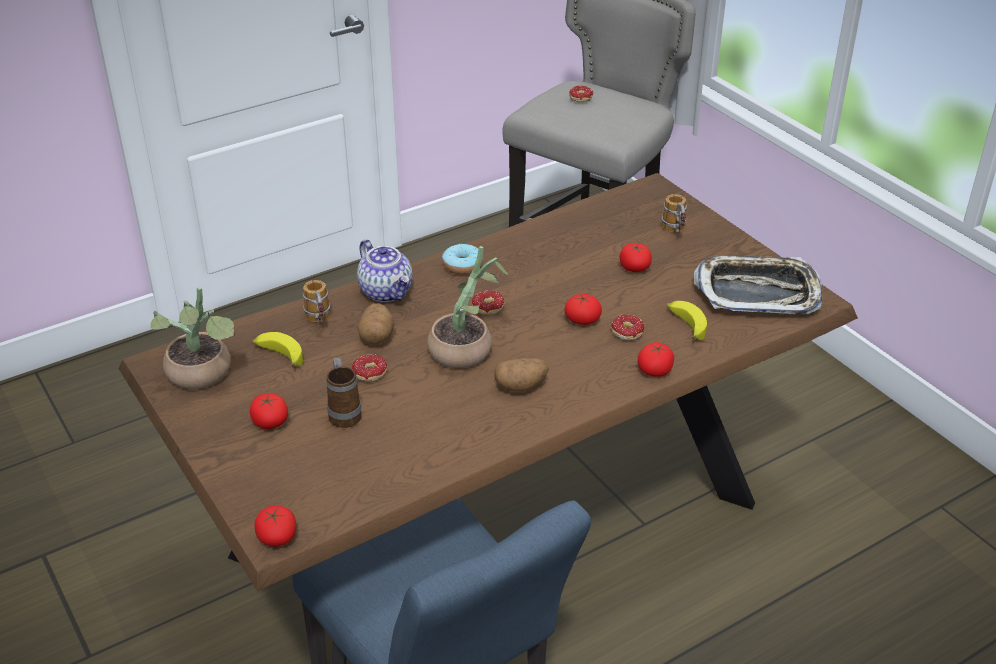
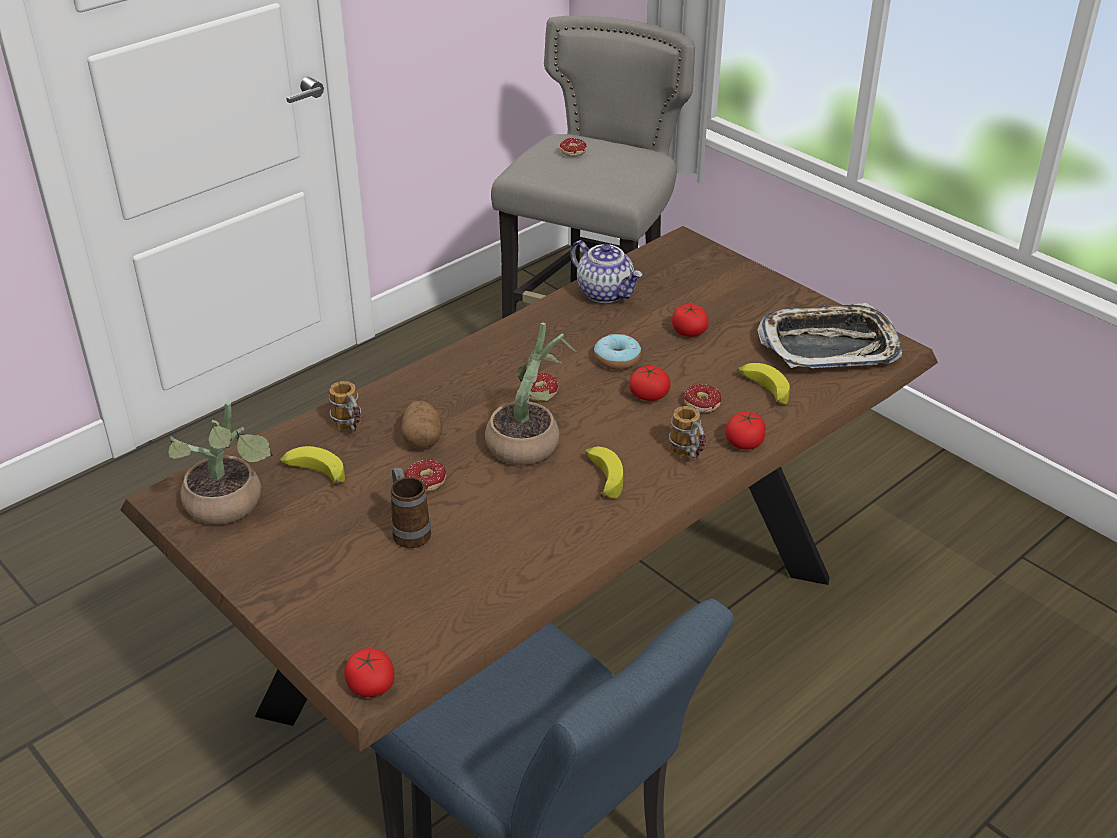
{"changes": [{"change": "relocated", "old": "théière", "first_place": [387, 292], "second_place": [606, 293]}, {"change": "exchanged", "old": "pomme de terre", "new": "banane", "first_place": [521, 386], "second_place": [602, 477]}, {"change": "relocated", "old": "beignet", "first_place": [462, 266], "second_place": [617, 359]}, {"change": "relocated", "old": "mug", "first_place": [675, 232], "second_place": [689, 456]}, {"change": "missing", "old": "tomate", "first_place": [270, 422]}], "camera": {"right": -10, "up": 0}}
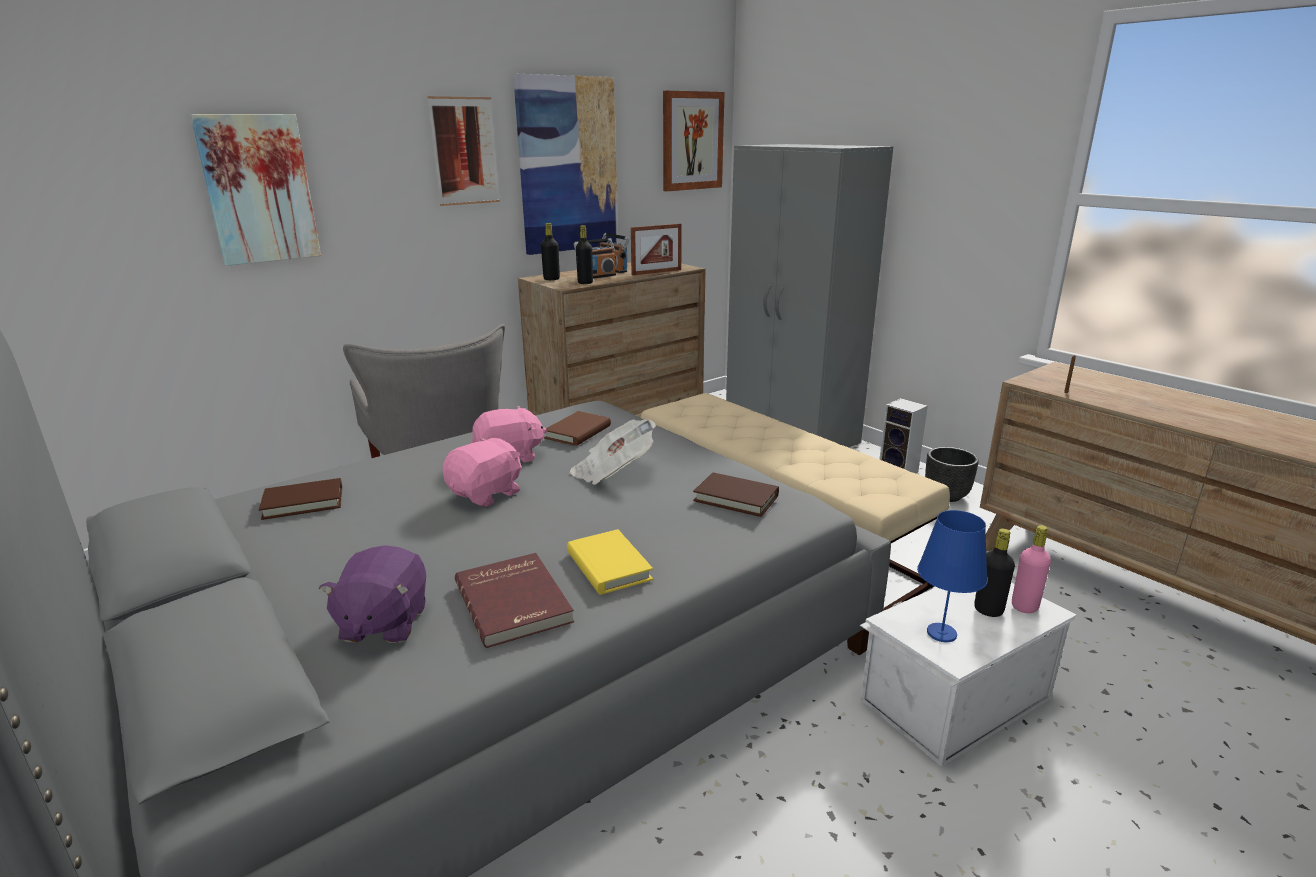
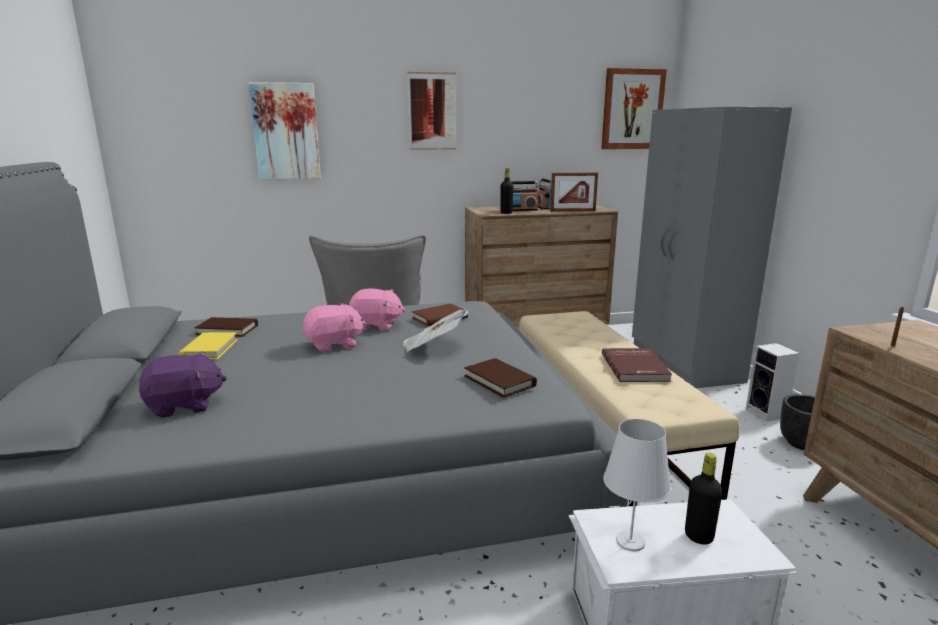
{"changes": [{"change": "spun", "old": "peluche/violet", "first_place": [383, 623], "second_place": [184, 405], "degrees": -135}, {"change": "relocated", "old": "livre/jaune", "first_place": [608, 566], "second_place": [210, 349]}, {"change": "relocated", "old": "livre/rouge", "first_place": [515, 601], "second_place": [636, 367]}, {"change": "colour", "old": "lampe de table/bleu", "new": "lampe de table/blanc", "first_place": [942, 633], "second_place": [630, 542]}, {"change": "missing", "old": "tableau", "first_place": [568, 165]}, {"change": "missing", "old": "bouteille/noir", "first_place": [551, 279]}, {"change": "missing", "old": "bouteille/rose", "first_place": [1024, 606]}], "camera": {"right": 25, "up": -5}}
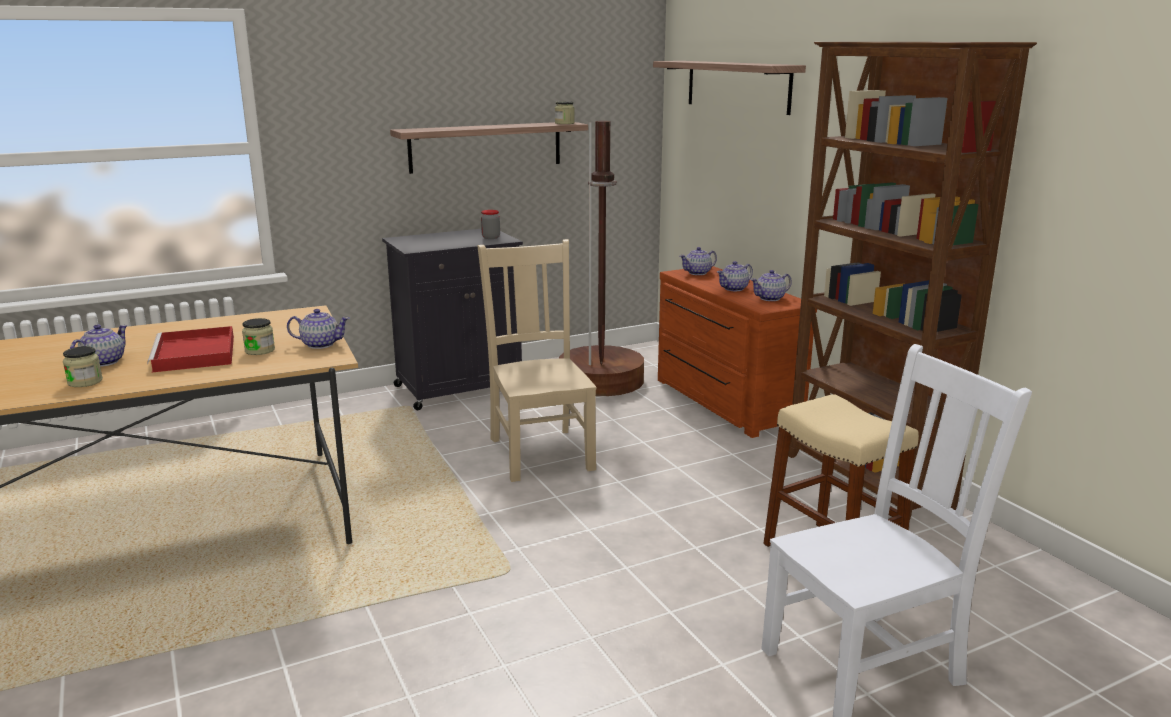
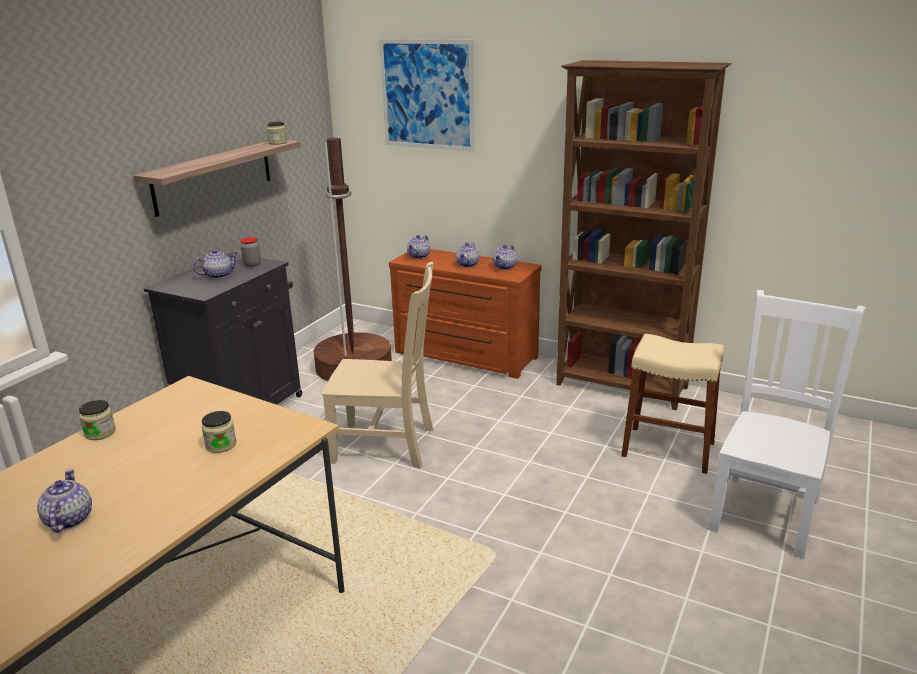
{"changes": [{"change": "relocated", "old": "bocal", "first_place": [85, 382], "second_place": [100, 433]}, {"change": "relocated", "old": "théière", "first_place": [320, 344], "second_place": [218, 275]}, {"change": "spun", "old": "chaise/beige", "first_place": [540, 452], "second_place": [387, 445], "degrees": 150}, {"change": "exchanged", "old": "étagère", "new": "tableau", "first_place": [737, 86], "second_place": [427, 94]}, {"change": "missing", "old": "plateau/rouge", "first_place": [195, 354]}], "camera": {"right": -35, "up": 5}}
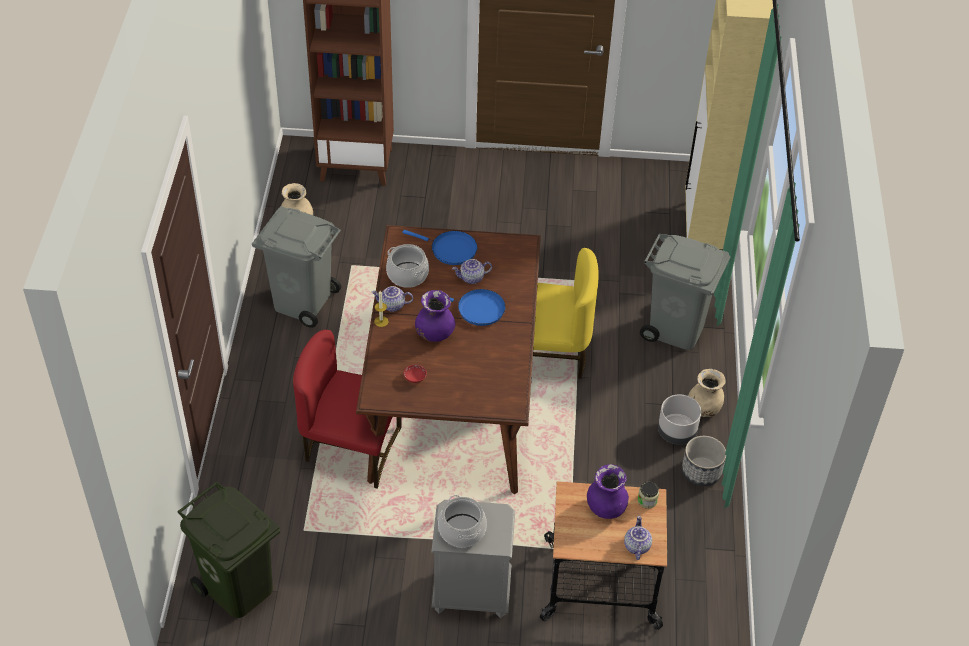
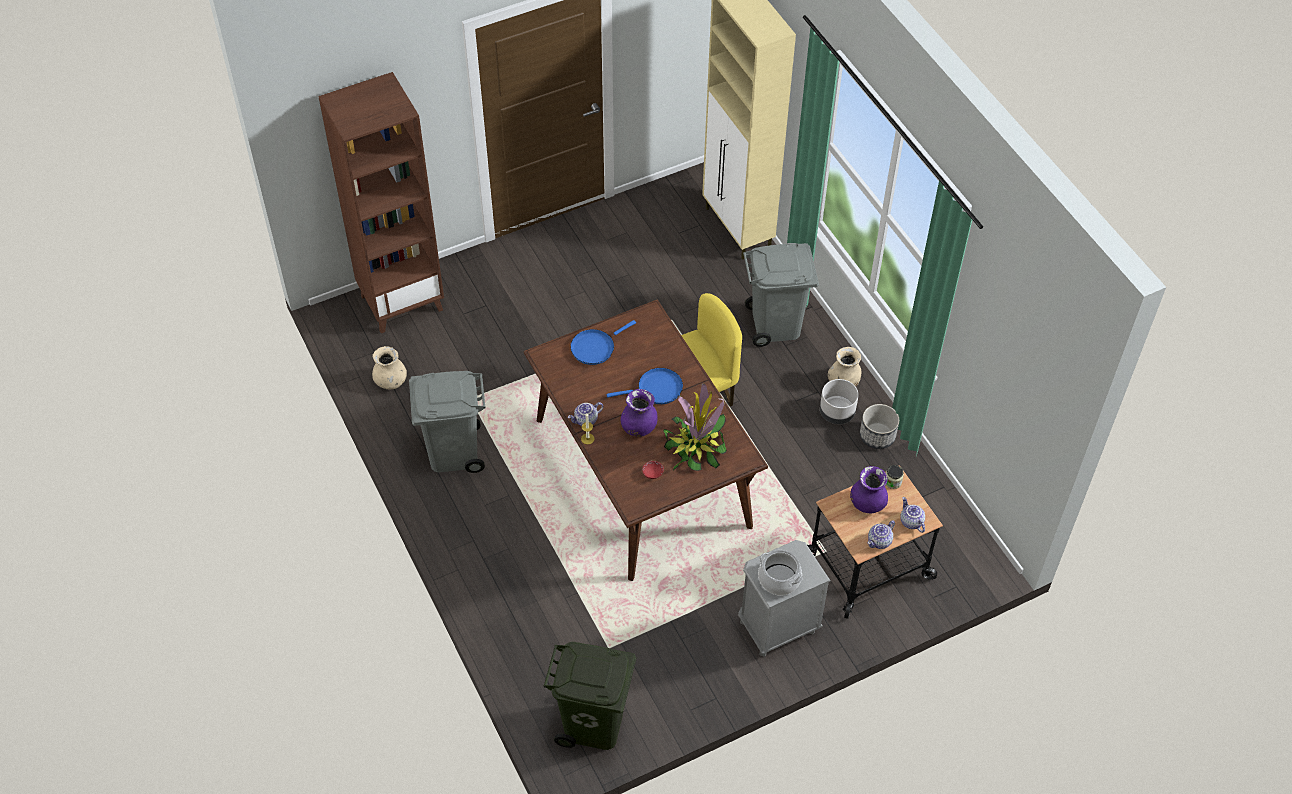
{"changes": [{"change": "spun", "old": "poêle/bleu", "first_place": [450, 249], "second_place": [595, 347], "degrees": 150}, {"change": "appeared", "new": "plante en pot", "second_place": [696, 447]}, {"change": "relocated", "old": "théière", "first_place": [472, 278], "second_place": [880, 541]}, {"change": "missing", "old": "chaise/rouge", "first_place": [351, 448]}, {"change": "missing", "old": "marmite", "first_place": [408, 275]}], "camera": {"right": -30, "up": 5}}
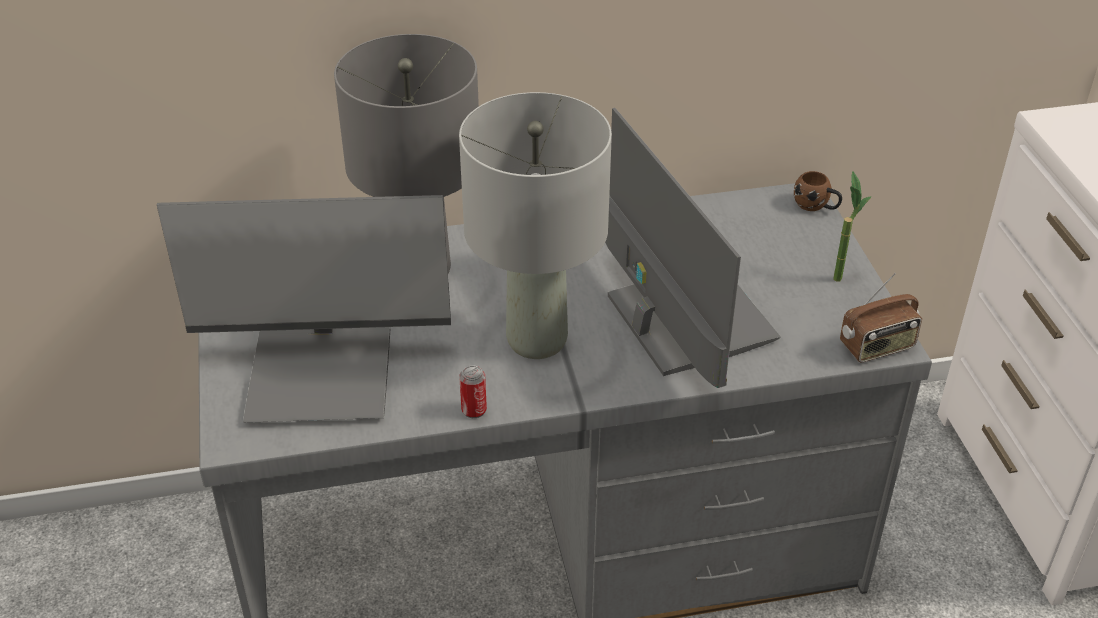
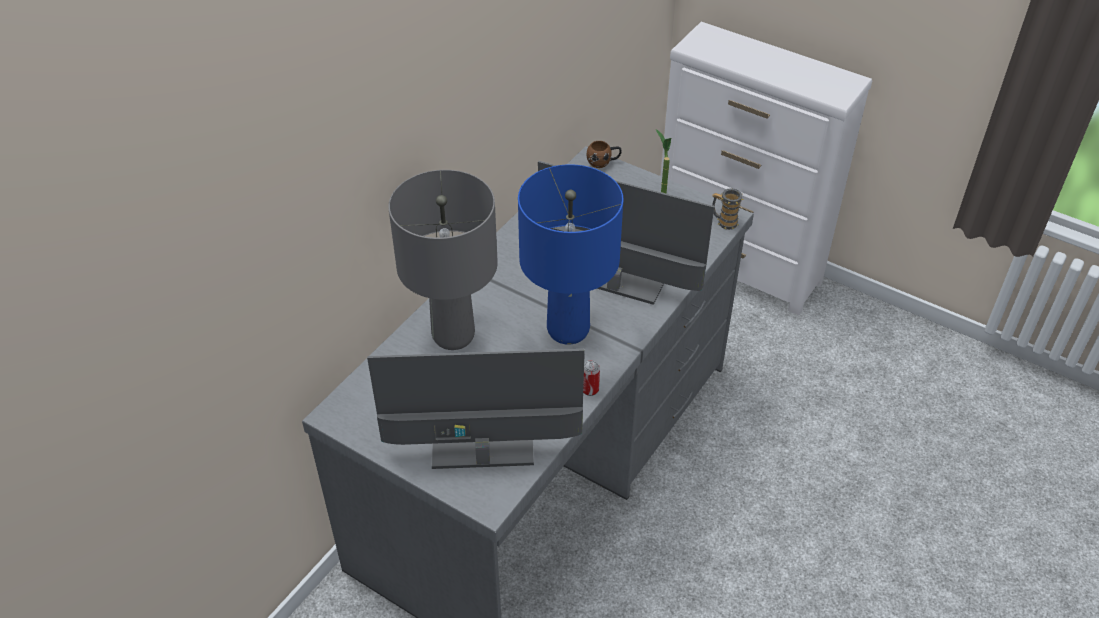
{"changes": [{"change": "spun", "old": "écran d'ordinateur", "first_place": [321, 372], "second_place": [482, 431], "degrees": -135}, {"change": "colour", "old": "lampe de table/gris", "new": "lampe de table/bleu", "first_place": [536, 341], "second_place": [568, 330]}, {"change": "exchanged", "old": "radio", "new": "mug", "first_place": [877, 347], "second_place": [724, 222]}], "camera": {"right": -45, "up": 5}}
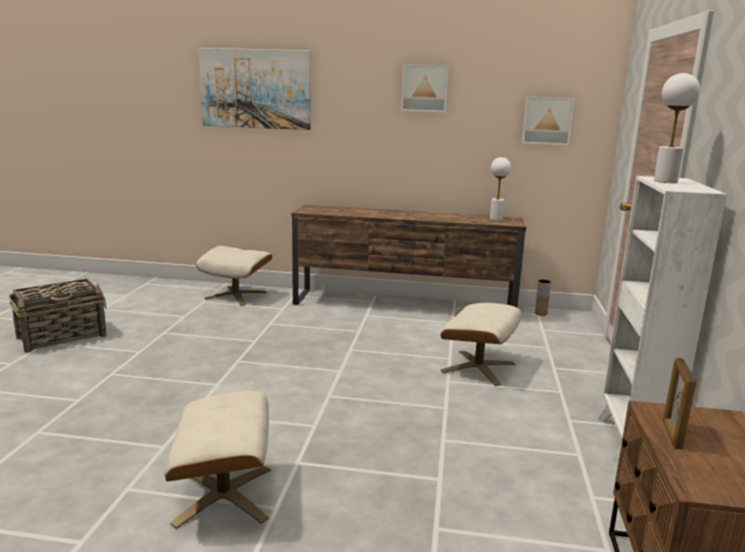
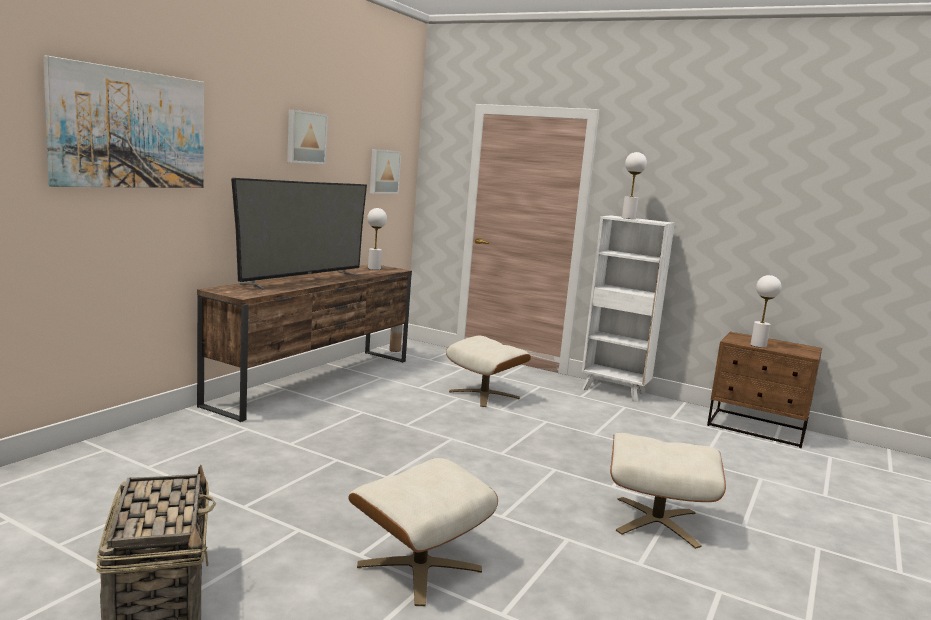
{"changes": [{"change": "appeared", "new": "téléviseur", "second_place": [303, 280]}, {"change": "relocated", "old": "pouf/beige", "first_place": [236, 295], "second_place": [419, 567]}, {"change": "exchanged", "old": "cadre photo", "new": "lampe de table/blanc", "first_place": [671, 434], "second_place": [758, 345]}], "camera": {"right": -70, "up": -5}}
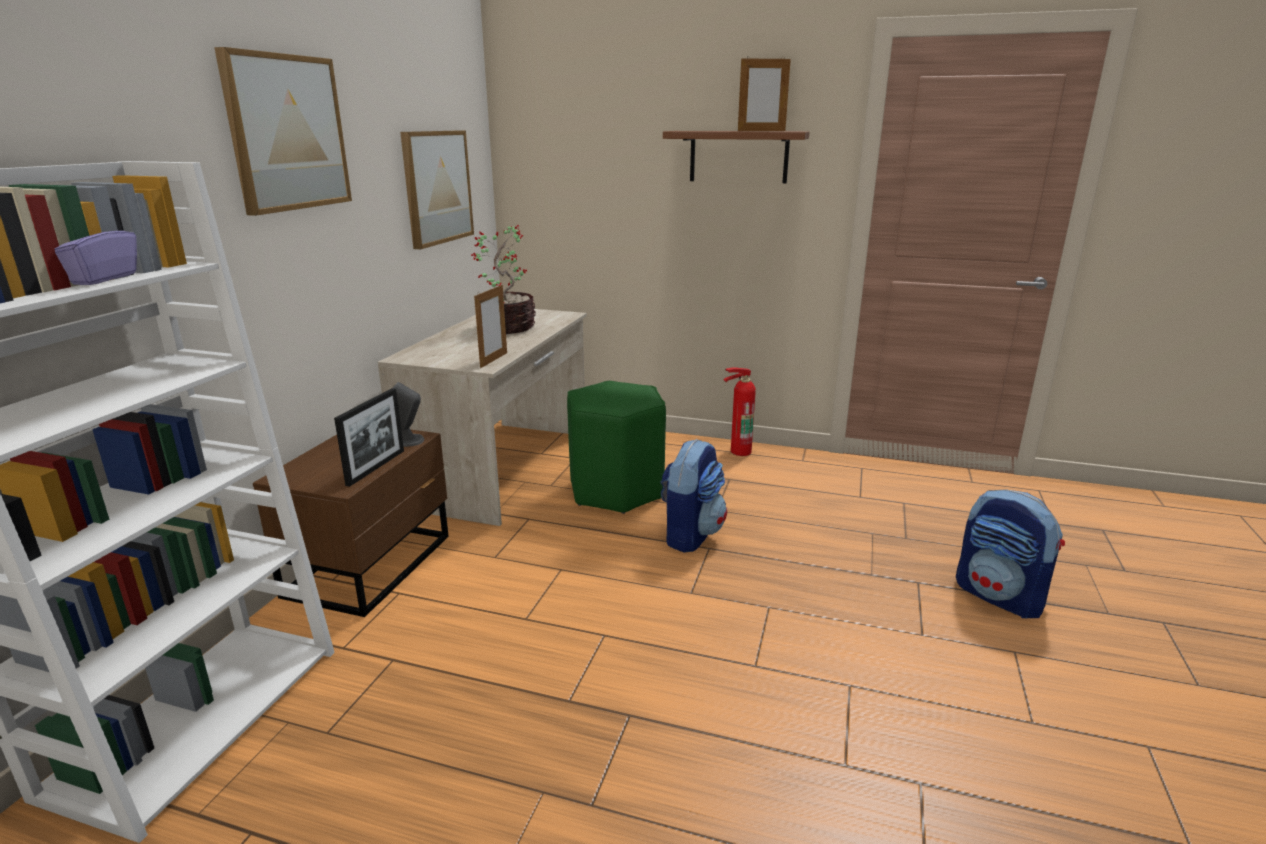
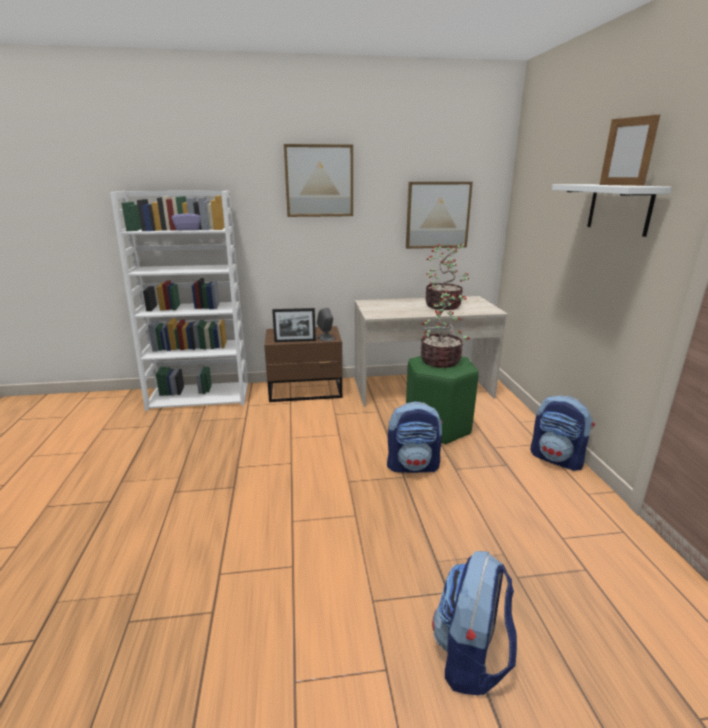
{"changes": [{"change": "appeared", "new": "plante en pot", "second_place": [441, 361]}, {"change": "exchanged", "old": "extincteur", "new": "sac à dos", "first_place": [738, 451], "second_place": [557, 459]}, {"change": "colour", "old": "étagère/marron", "new": "étagère/blanc", "first_place": [738, 156], "second_place": [619, 208]}, {"change": "missing", "old": "cadre photo", "first_place": [494, 360]}], "camera": {"right": 65, "up": 0}}
